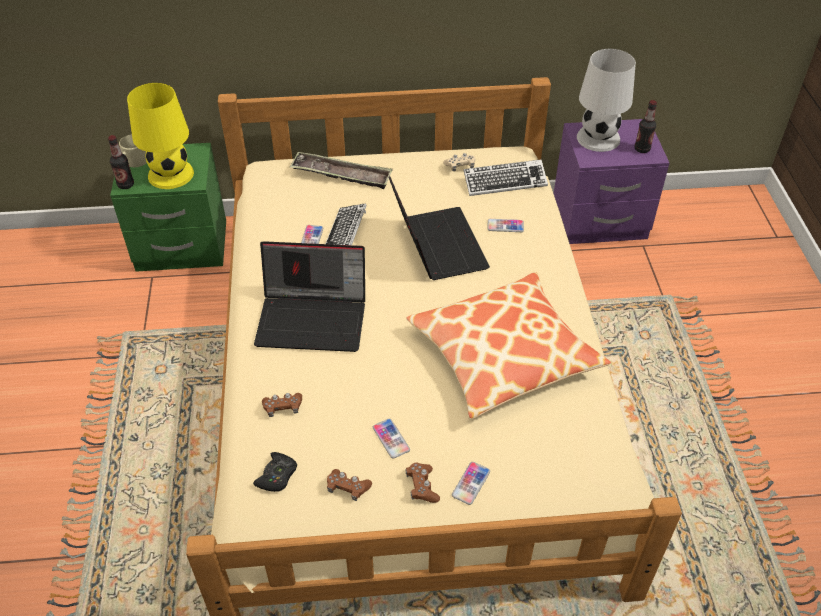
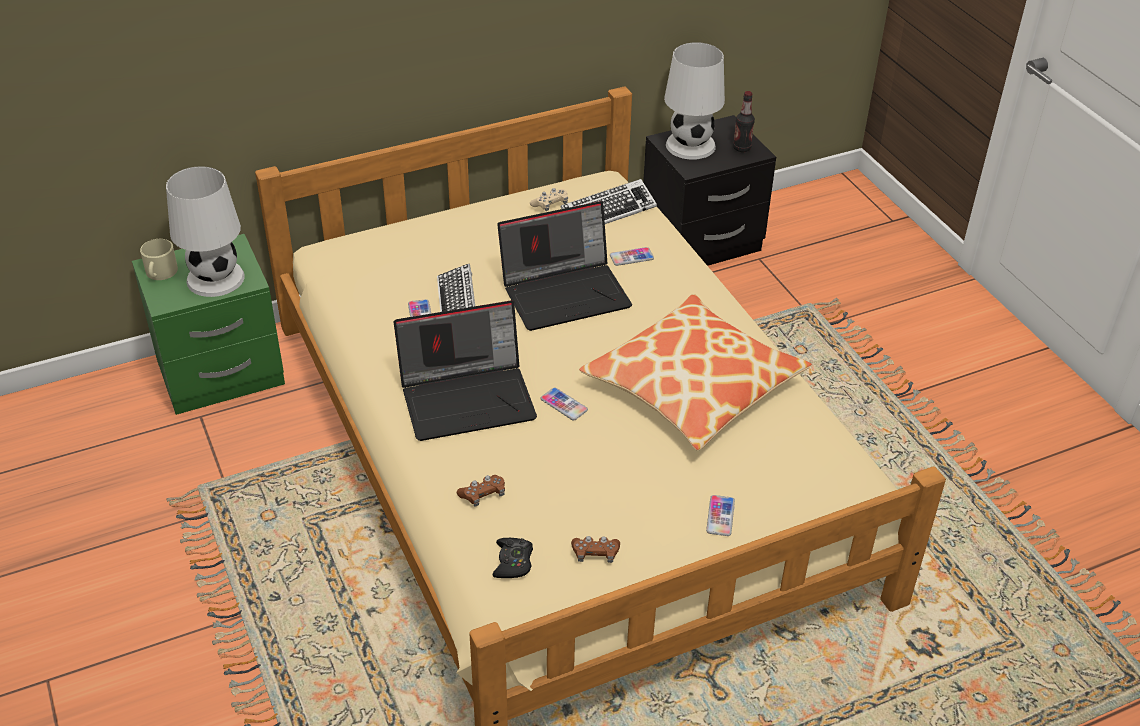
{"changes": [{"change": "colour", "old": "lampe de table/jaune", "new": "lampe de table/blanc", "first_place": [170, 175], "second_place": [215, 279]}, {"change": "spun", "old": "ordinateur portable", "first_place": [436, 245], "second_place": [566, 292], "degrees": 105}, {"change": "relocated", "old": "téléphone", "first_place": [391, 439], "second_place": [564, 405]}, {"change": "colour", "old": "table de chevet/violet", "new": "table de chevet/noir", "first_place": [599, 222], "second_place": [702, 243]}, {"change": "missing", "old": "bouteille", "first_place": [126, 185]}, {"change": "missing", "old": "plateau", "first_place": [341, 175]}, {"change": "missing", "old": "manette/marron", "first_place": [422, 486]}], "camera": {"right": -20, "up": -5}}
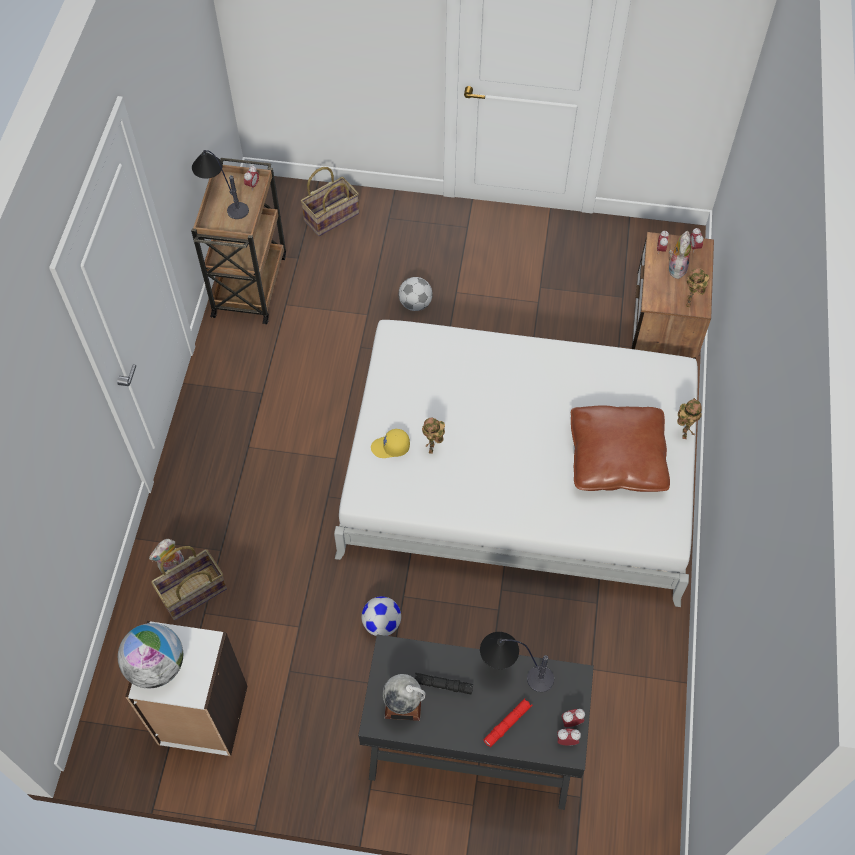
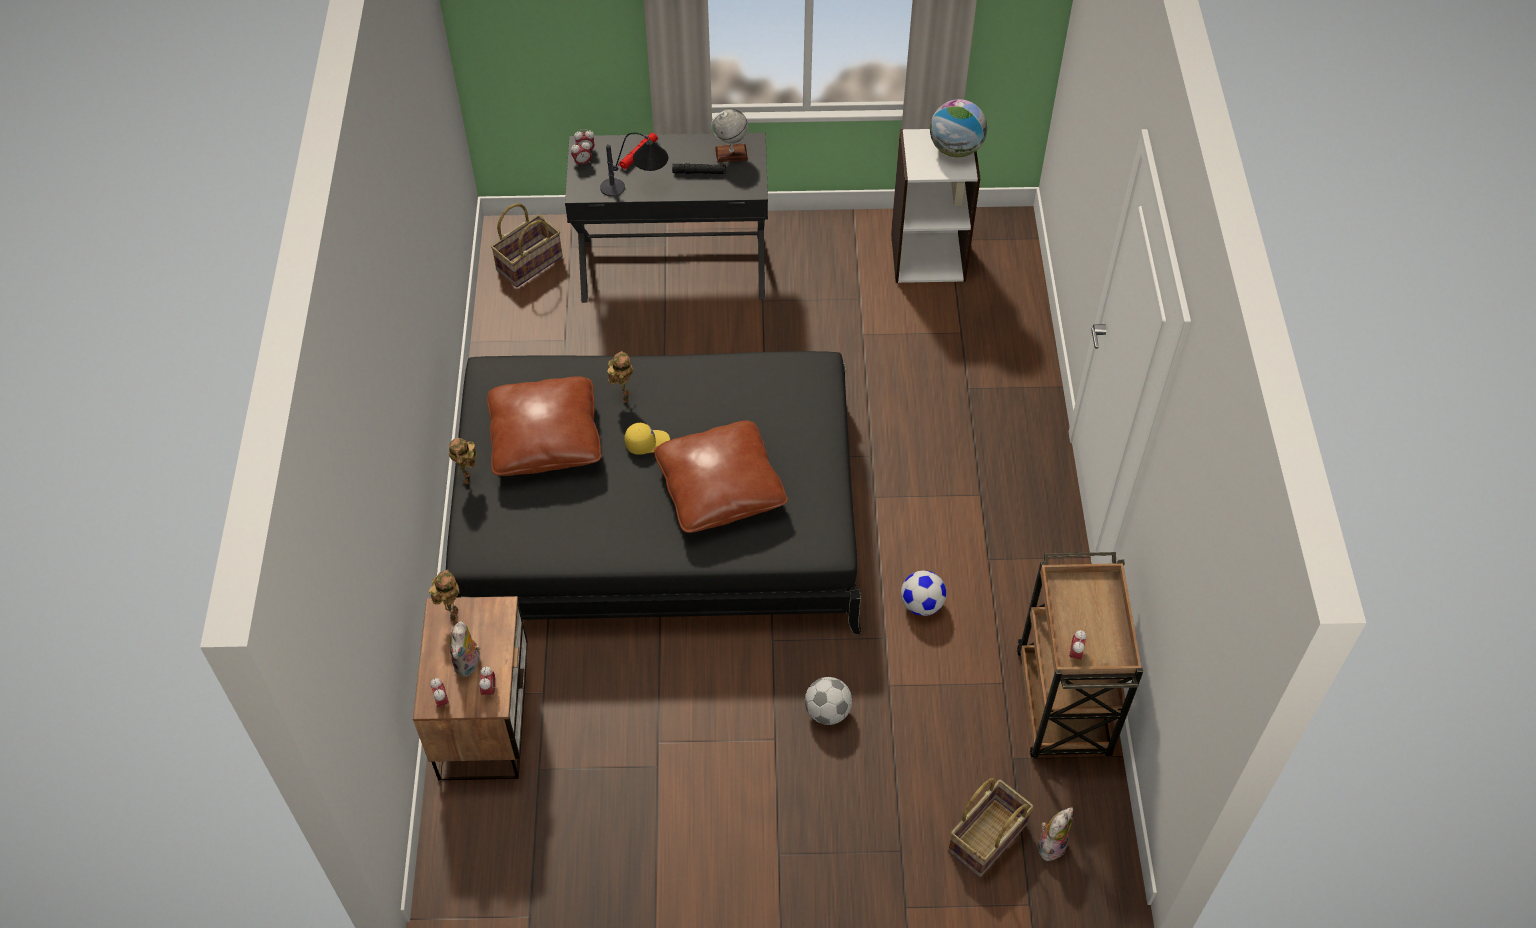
{"changes": [{"change": "colour", "old": "lit/blanc", "new": "lit/noir", "first_place": [519, 471], "second_place": [658, 513]}, {"change": "relocated", "old": "panier", "first_place": [193, 593], "second_place": [529, 263]}, {"change": "relocated", "old": "robot jouet", "first_place": [432, 449], "second_place": [623, 396]}, {"change": "relocated", "old": "casquette/jaune", "first_place": [390, 447], "second_place": [647, 442]}, {"change": "appeared", "new": "coussin/marron", "second_place": [720, 489]}, {"change": "relocated", "old": "ballon de foot", "first_place": [381, 624], "second_place": [922, 604]}, {"change": "relocated", "old": "peluche", "first_place": [172, 566], "second_place": [1051, 844]}, {"change": "missing", "old": "lampe de table", "first_place": [222, 200]}], "camera": {"right": 170, "up": -5}}
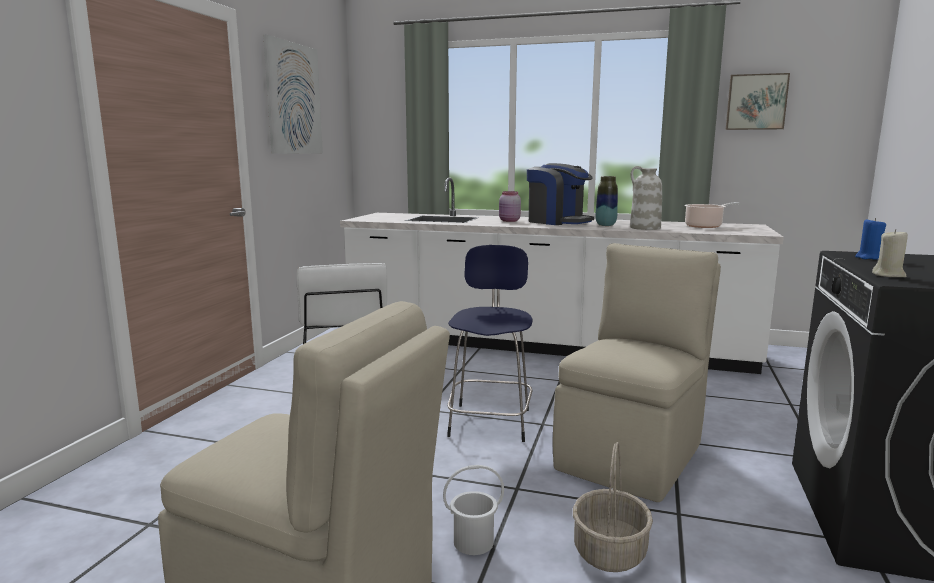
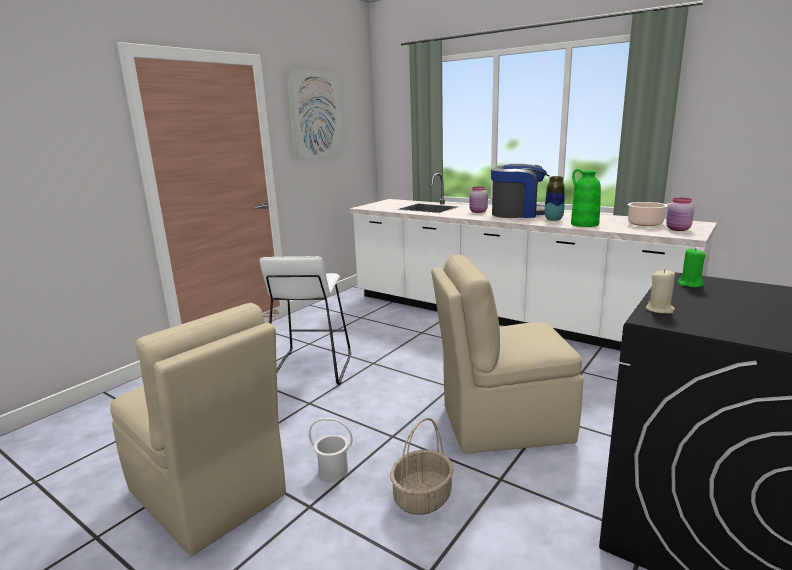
{"changes": [{"change": "spun", "old": "chaise/beige", "first_place": [632, 455], "second_place": [502, 423], "degrees": -150}, {"change": "spun", "old": "machine à café", "first_place": [558, 222], "second_place": [518, 214], "degrees": -60}, {"change": "colour", "old": "vase/blanc", "new": "vase/vert", "first_place": [644, 228], "second_place": [584, 224]}, {"change": "appeared", "new": "bocal/rose", "second_place": [678, 229]}, {"change": "colour", "old": "bougie/bleu", "new": "bougie/vert", "first_place": [869, 258], "second_place": [690, 284]}, {"change": "missing", "old": "tabouret/bleu", "first_place": [490, 421]}, {"change": "missing", "old": "tableau", "first_place": [756, 102]}], "camera": {"right": 20, "up": 5}}
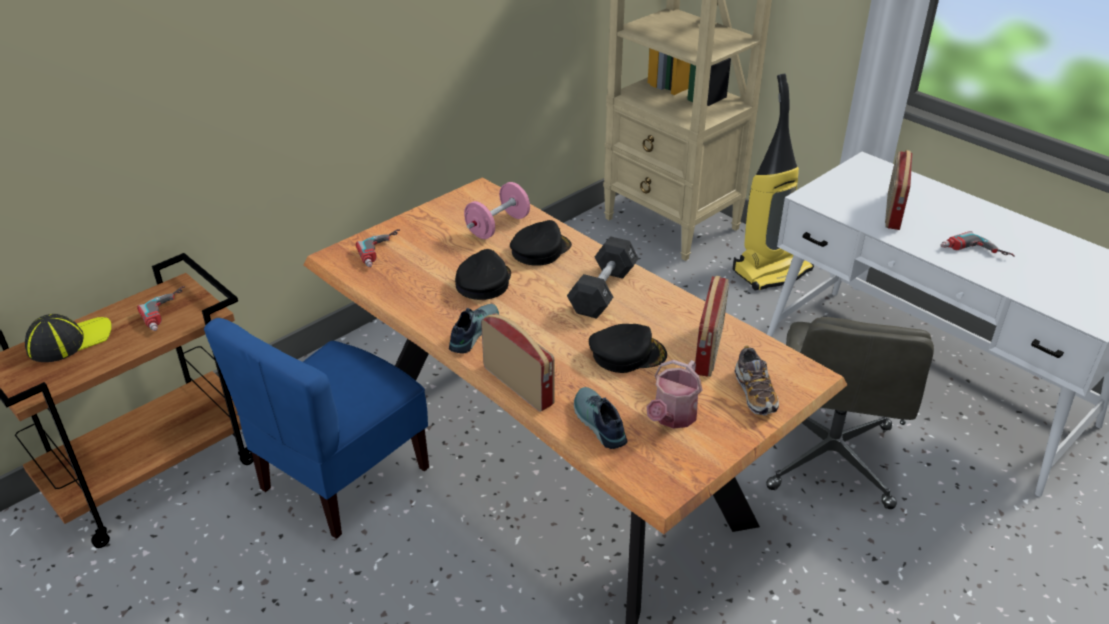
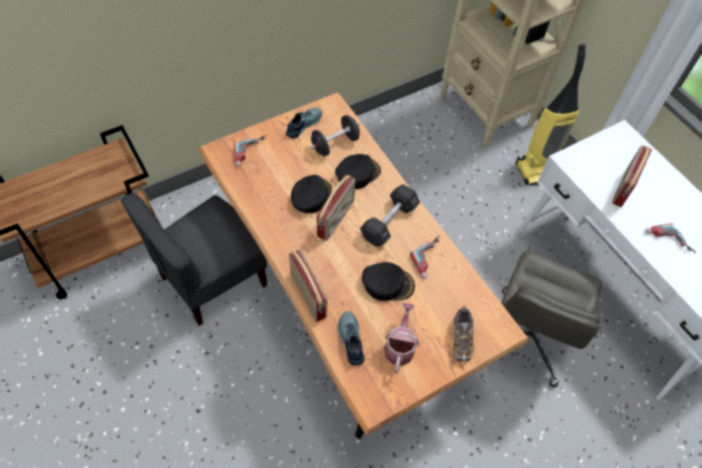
{"changes": [{"change": "colour", "old": "chaise/bleu", "new": "chaise/gris", "first_place": [342, 478], "second_place": [212, 280]}, {"change": "relocated", "old": "chaussure", "first_place": [472, 333], "second_place": [303, 124]}, {"change": "colour", "old": "haltère/rose", "new": "haltère/noir", "first_place": [498, 226], "second_place": [335, 144]}, {"change": "relocated", "old": "radio", "first_place": [709, 350], "second_place": [336, 219]}, {"change": "spun", "old": "arrosoir", "first_place": [672, 417], "second_place": [400, 346], "degrees": 150}, {"change": "relocated", "old": "perceuse", "first_place": [169, 312], "second_place": [431, 259]}, {"change": "missing", "old": "casquette", "first_place": [69, 340]}], "camera": {"right": 10, "up": 20}}
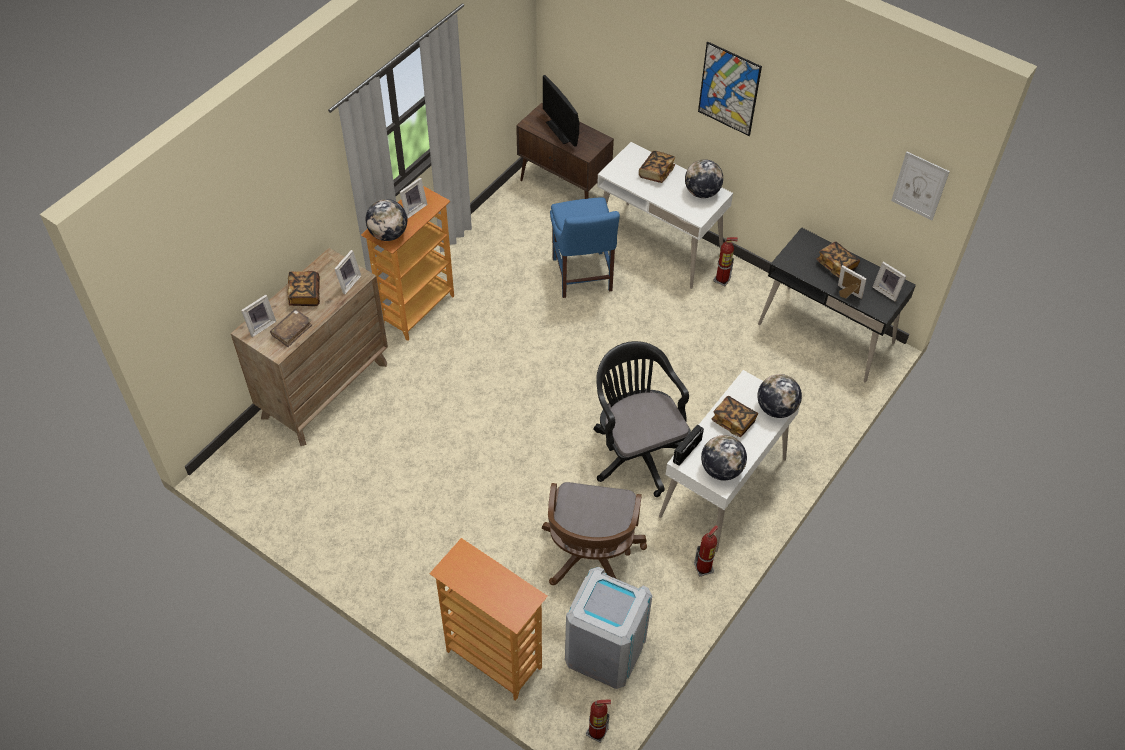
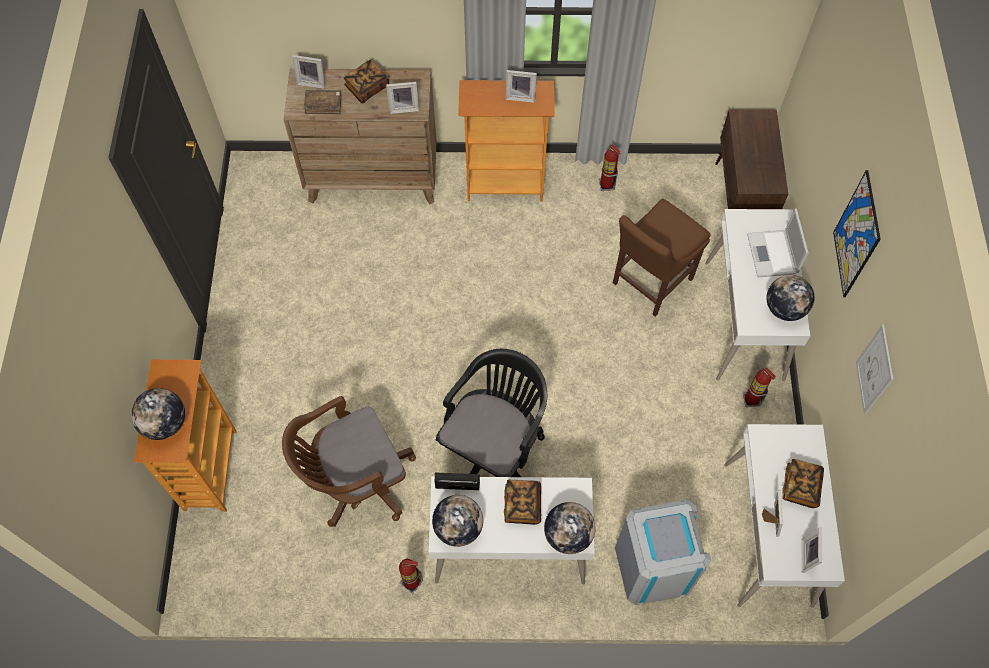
{"changes": [{"change": "relocated", "old": "globe", "first_place": [388, 234], "second_place": [165, 423]}, {"change": "relocated", "old": "extincteur", "first_place": [597, 732], "second_place": [606, 185]}, {"change": "colour", "old": "chaise/bleu", "new": "chaise/marron", "first_place": [582, 277], "second_place": [649, 283]}, {"change": "relocated", "old": "poubelle/gris", "first_place": [605, 650], "second_place": [653, 567]}, {"change": "colour", "old": "bureau/noir", "new": "bureau/blanc", "first_place": [826, 333], "second_place": [768, 534]}, {"change": "exchanged", "old": "livre", "new": "ordinateur portable", "first_place": [656, 172], "second_place": [772, 255]}, {"change": "relocated", "old": "tableau", "first_place": [919, 186], "second_place": [874, 370]}, {"change": "missing", "old": "écran d'ordinateur", "first_place": [561, 130]}], "camera": {"right": 55, "up": 10}}
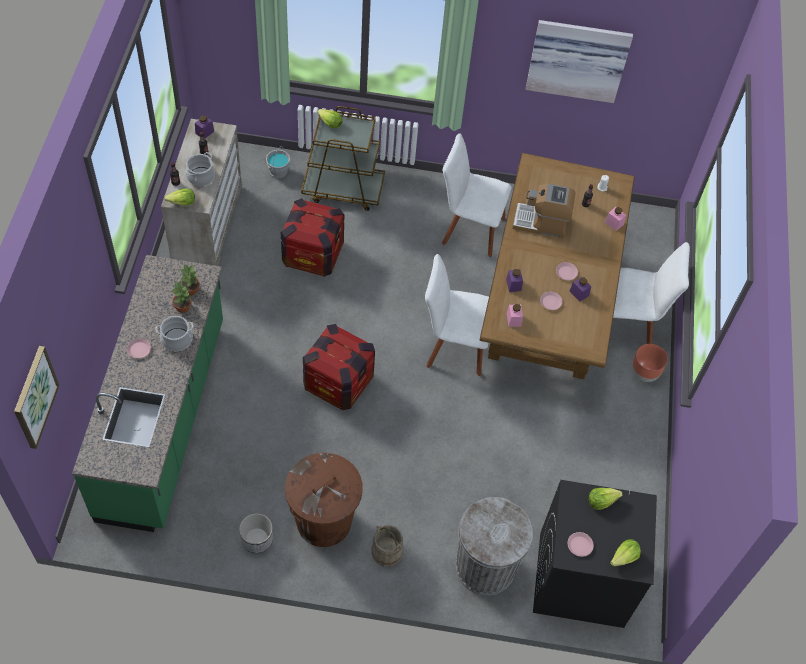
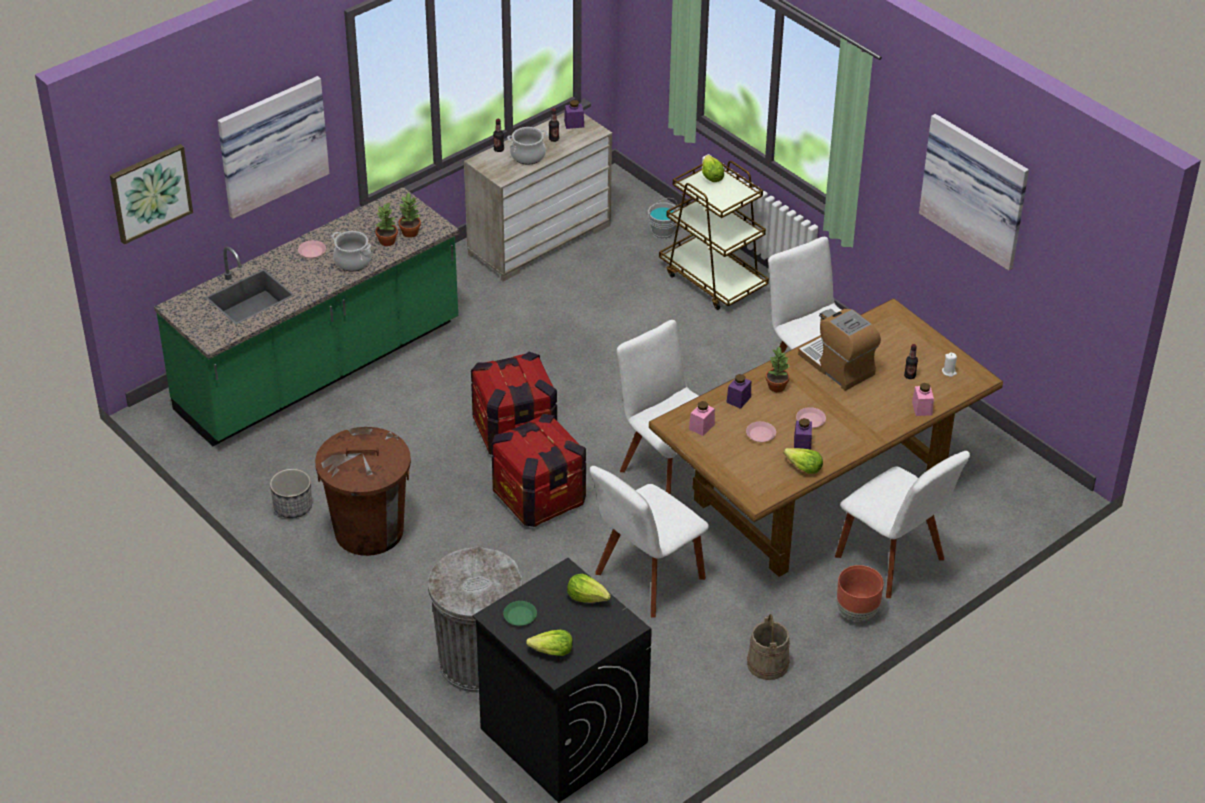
{"changes": [{"change": "appeared", "new": "tableau", "second_place": [271, 144]}, {"change": "relocated", "old": "caisse", "first_place": [313, 254], "second_place": [539, 498]}, {"change": "colour", "old": "assiette/rose", "new": "assiette/vert", "first_place": [579, 545], "second_place": [519, 616]}, {"change": "appeared", "new": "chaise/blanc", "second_place": [646, 579]}, {"change": "relocated", "old": "seau/beige", "first_place": [386, 551], "second_place": [767, 664]}, {"change": "appeared", "new": "plante en pot", "second_place": [776, 386]}, {"change": "relocated", "old": "laitue", "first_place": [182, 203], "second_place": [803, 468]}], "camera": {"right": 45, "up": -15}}
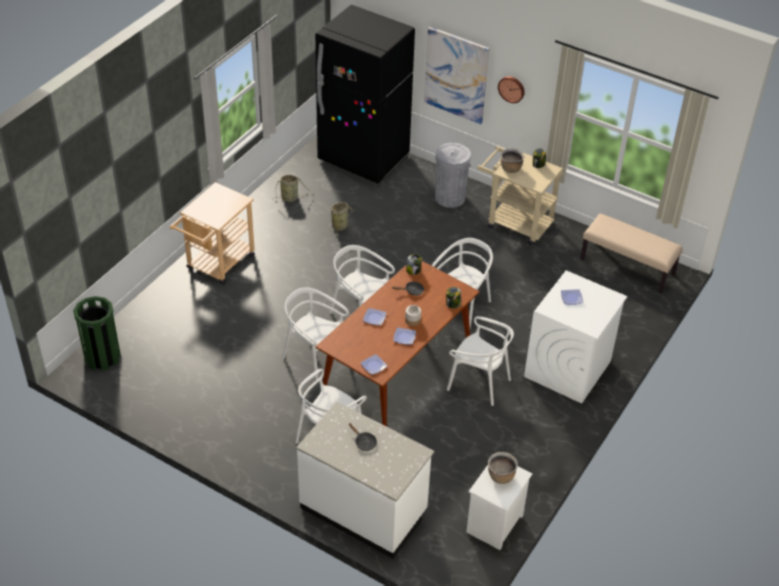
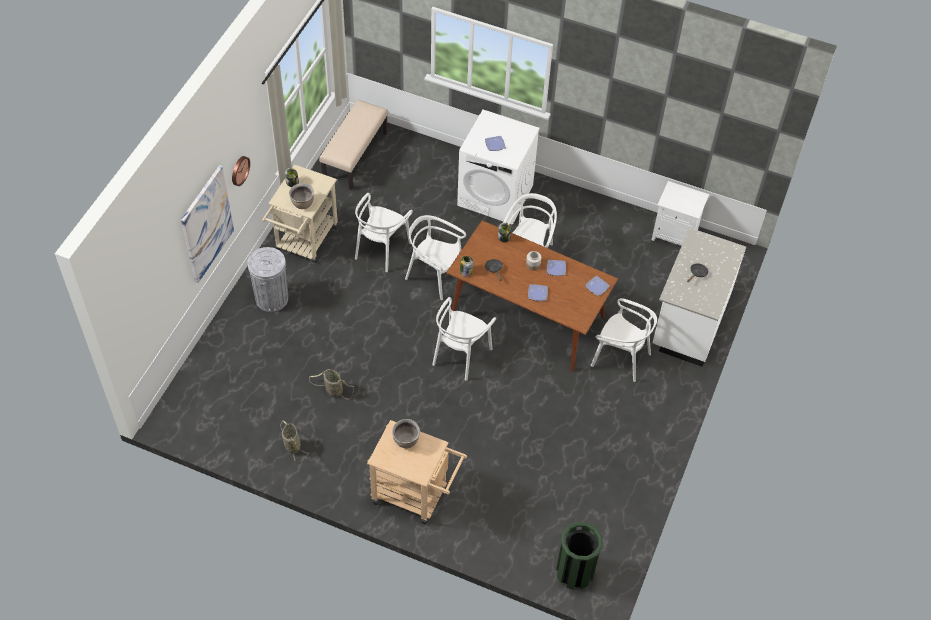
{"changes": [{"change": "relocated", "old": "chaise/blanc", "first_place": [314, 357], "second_place": [381, 249]}, {"change": "relocated", "old": "marmite/marron", "first_place": [500, 476], "second_place": [406, 441]}, {"change": "missing", "old": "réfrigérateur/noir", "first_place": [363, 158]}], "camera": {"right": -100, "up": 10}}
